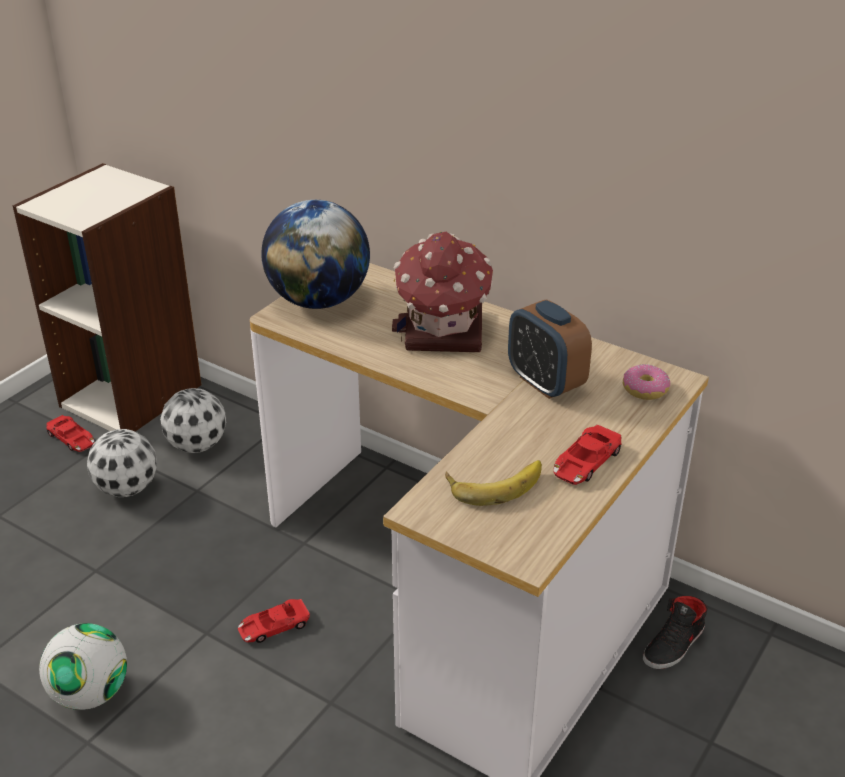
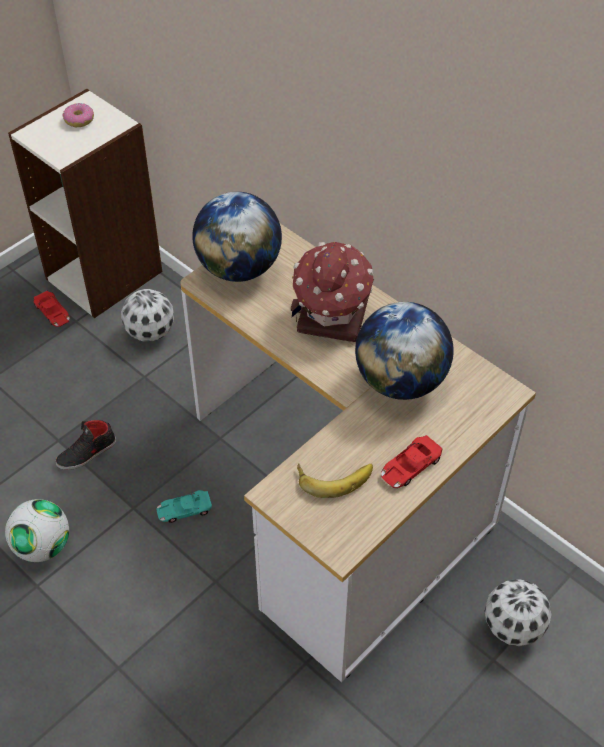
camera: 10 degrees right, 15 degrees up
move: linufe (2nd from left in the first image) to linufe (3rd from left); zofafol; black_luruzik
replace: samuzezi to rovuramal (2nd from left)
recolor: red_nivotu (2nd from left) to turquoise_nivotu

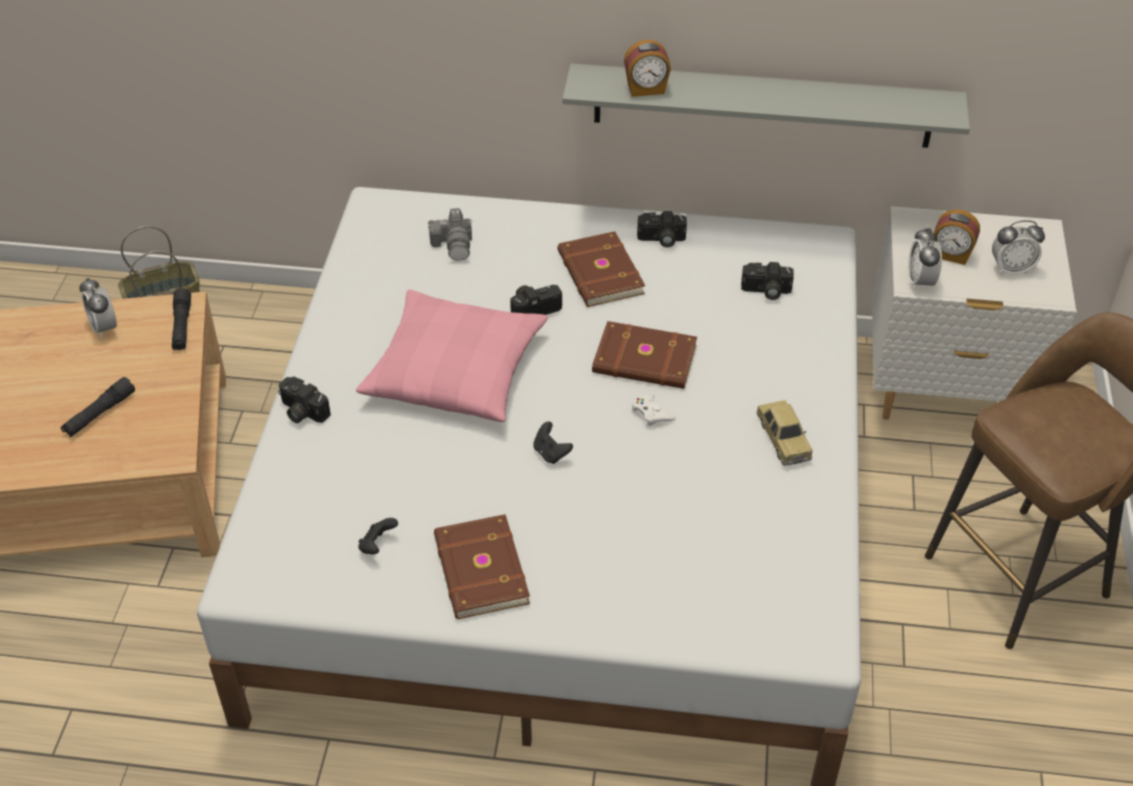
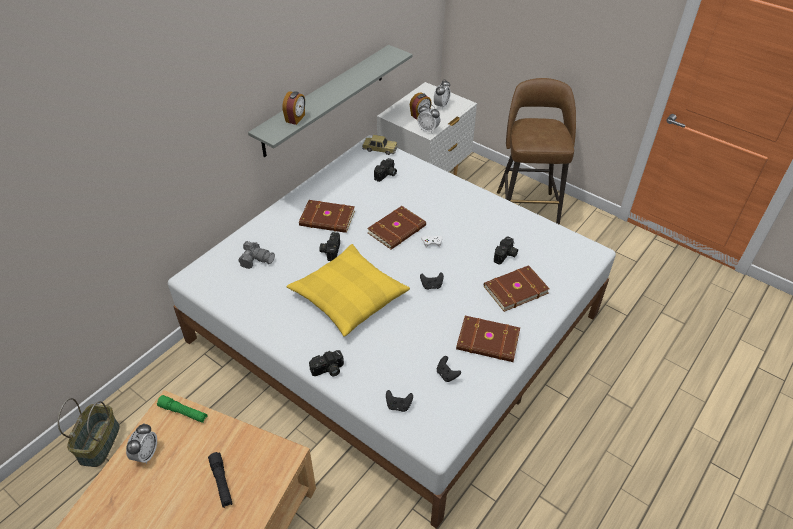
camera: 60 degrees left, 0 degrees up
insert: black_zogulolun (1st from left); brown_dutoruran (4th from left)
move: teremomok (4th from left in the first image) to teremomok (5th from left); nivotu
recolor: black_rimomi (2nd from left) to green_rimomi; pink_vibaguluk to yellow_vibaguluk
rotate: samuzezi (1st from left) 75 degrees counterclockwise

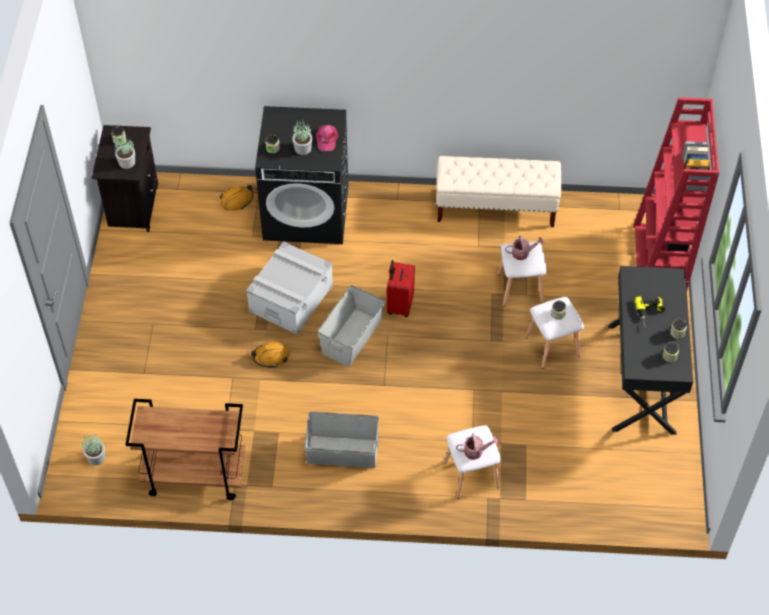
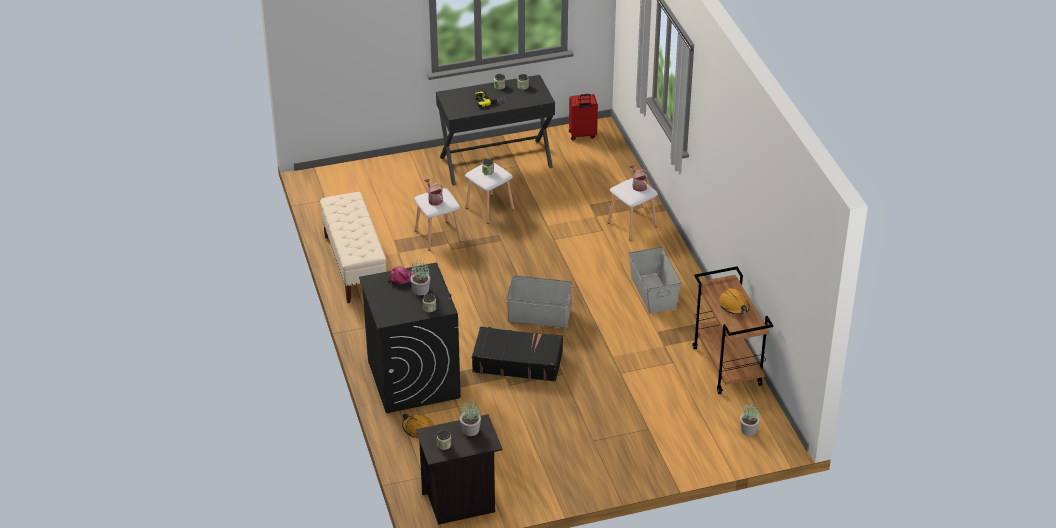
camera: 110 degrees left, 15 degrees down
delete: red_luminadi
move: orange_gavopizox (2nd from left); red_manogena
replace: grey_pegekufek (1st from left) to black_manogena

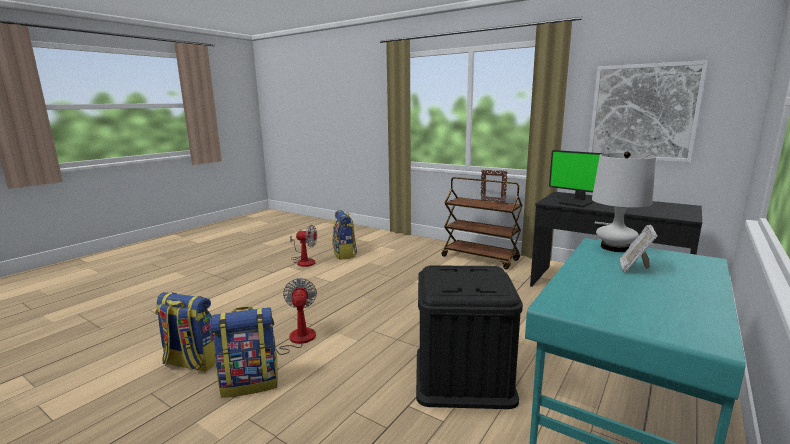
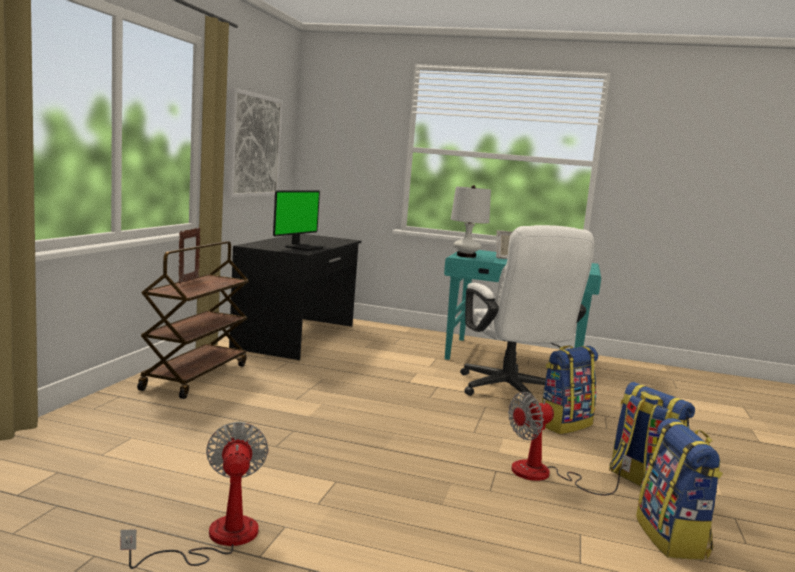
camera: 110 degrees left, 5 degrees down
move: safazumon (3rd from left in the first image) to safazumon (1st from left)
replace: black_pegekufek to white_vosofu

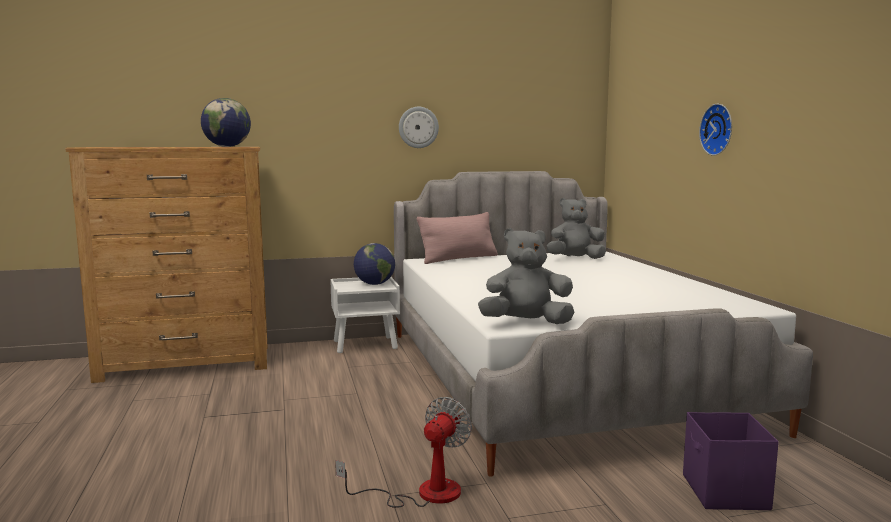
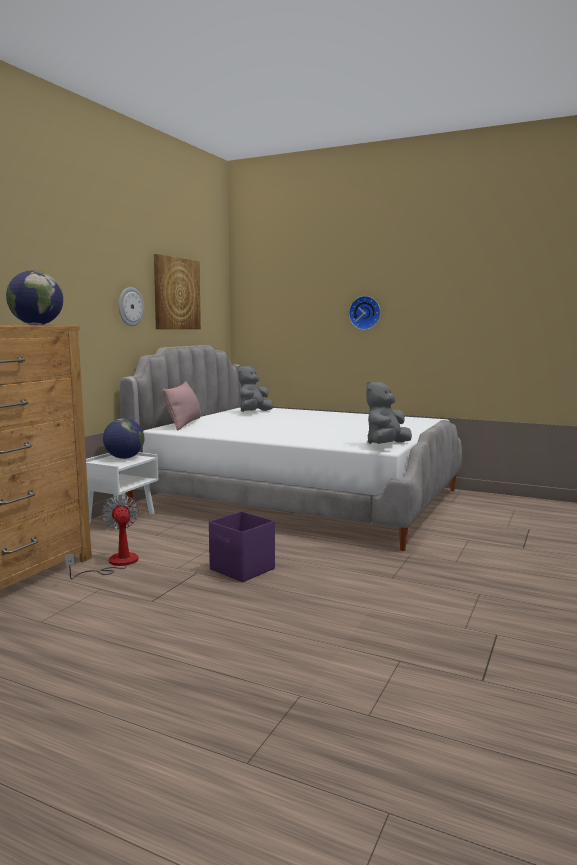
camera: 50 degrees left, 0 degrees up
insert: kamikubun
move: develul; purple_pegekufek

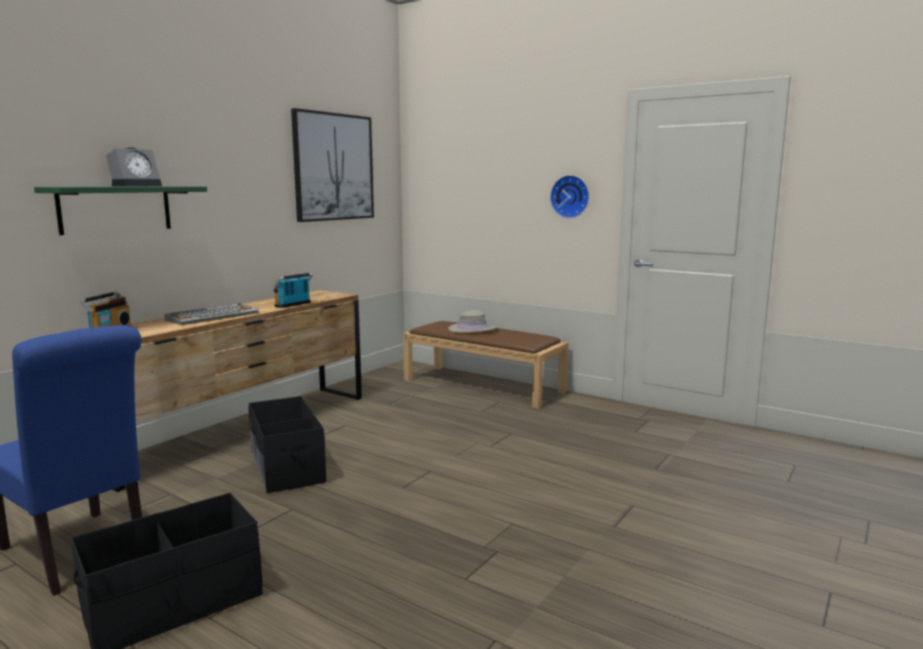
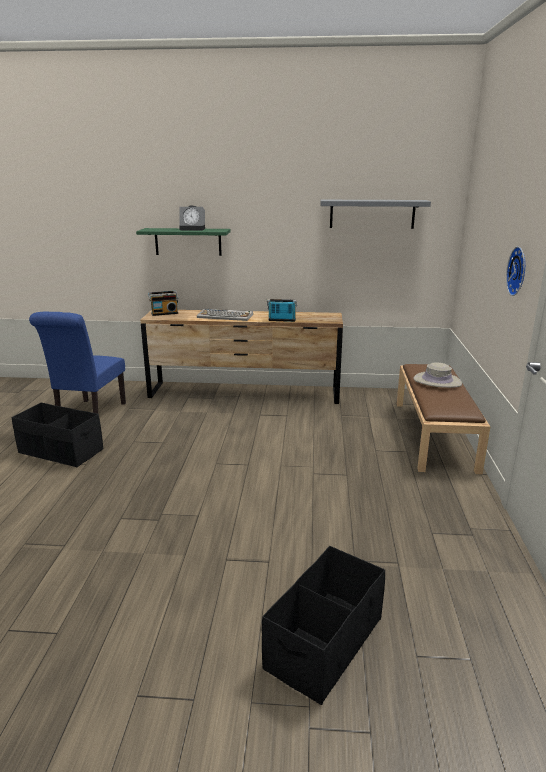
camera: 60 degrees right, 10 degrees up
move: black_pegekufek (2nd from left)
replace: kamikubun to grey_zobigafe

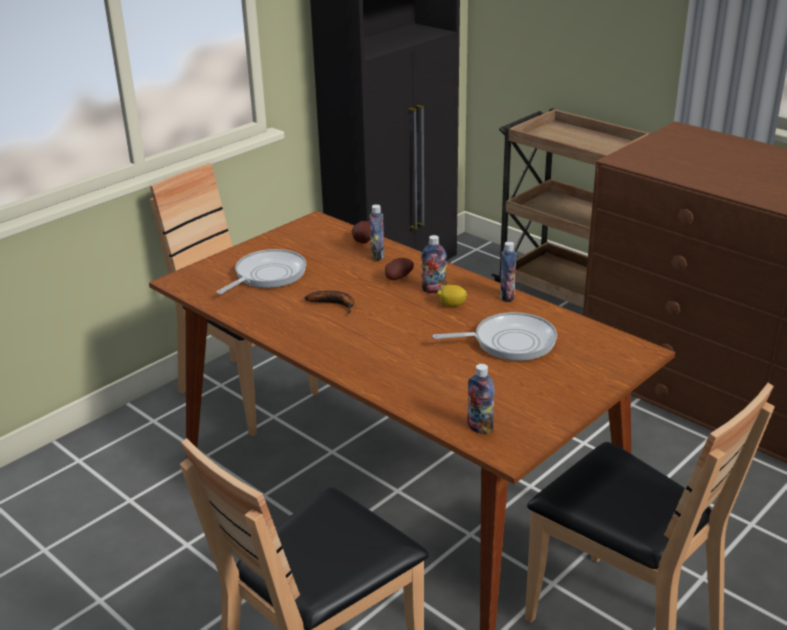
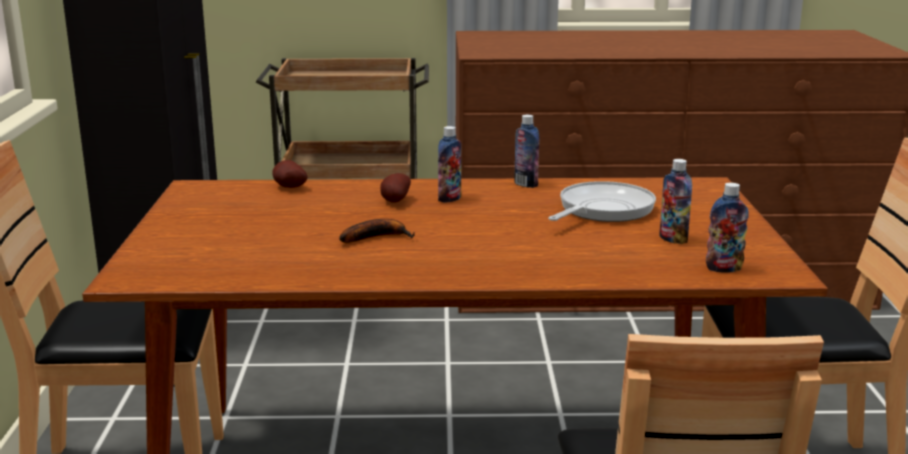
camera: 45 degrees left, 10 degrees down
delete: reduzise (1st from left); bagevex
move: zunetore (1st from left in the first image) to zunetore (3rd from left)

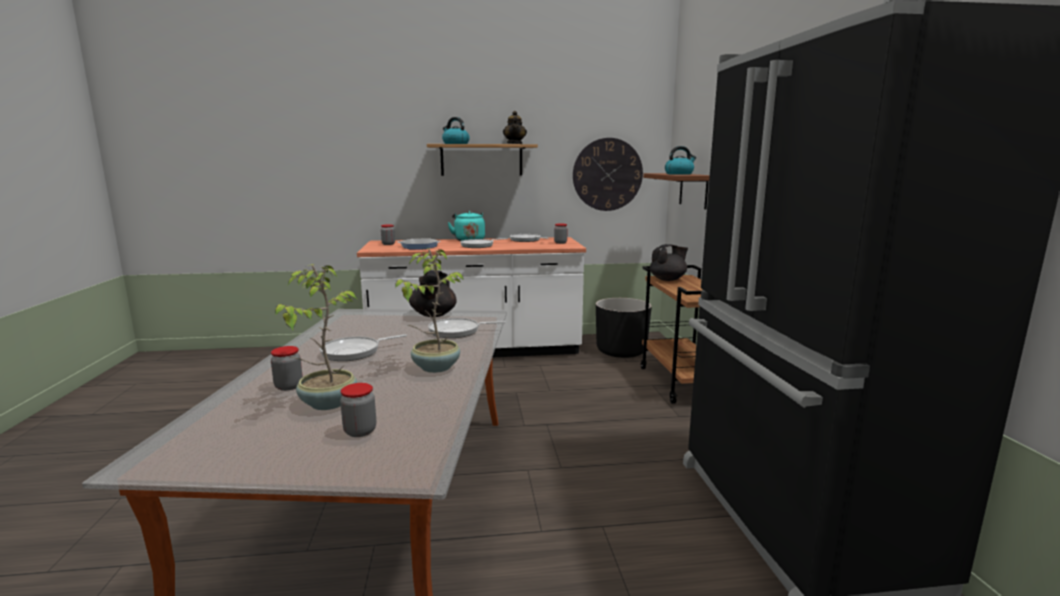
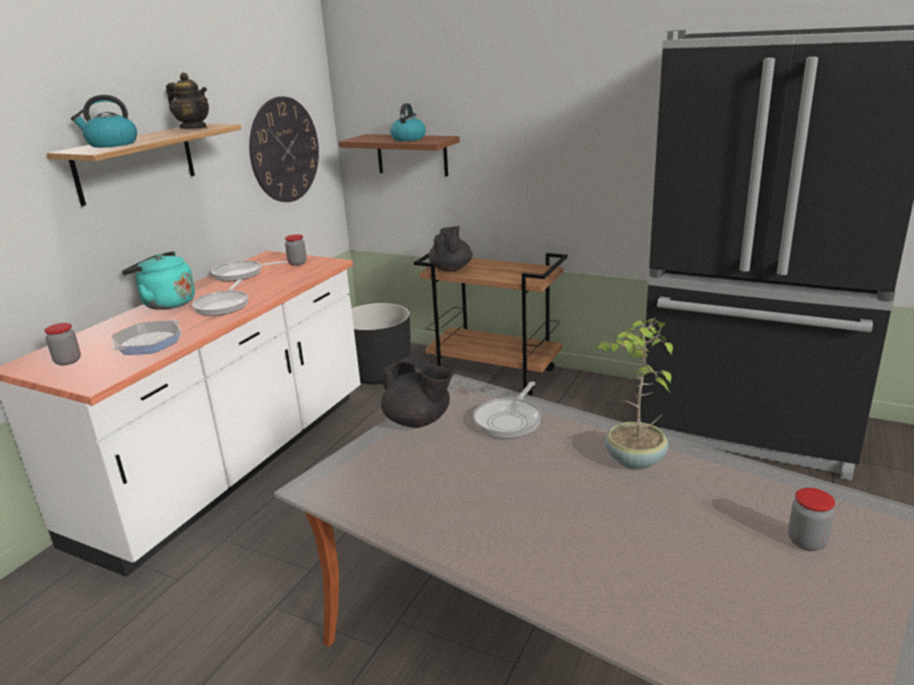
camera: 55 degrees left, 10 degrees up
delete: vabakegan (1st from left); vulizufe (1st from left); reduzise (1st from left)

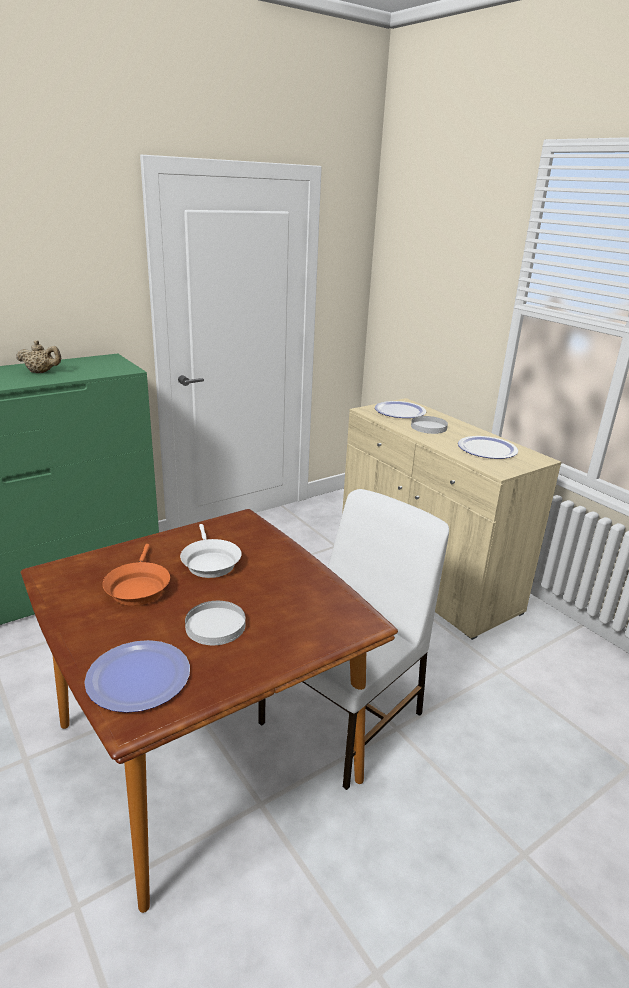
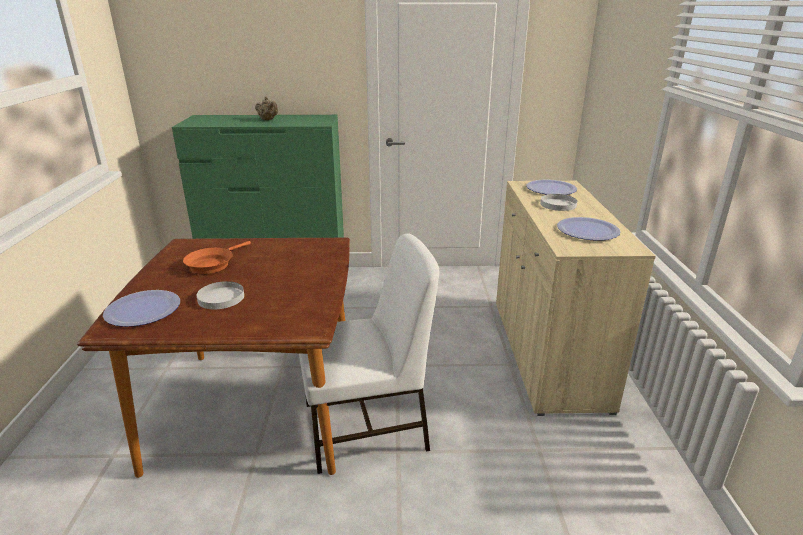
camera: 35 degrees right, 0 degrees up
delete: white_reduzise

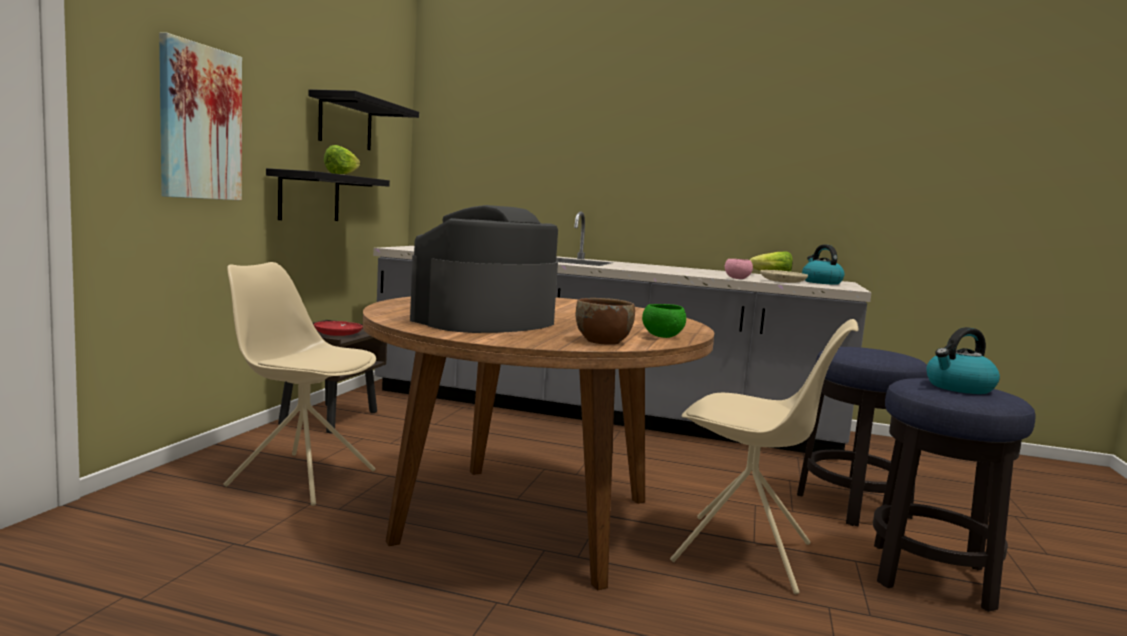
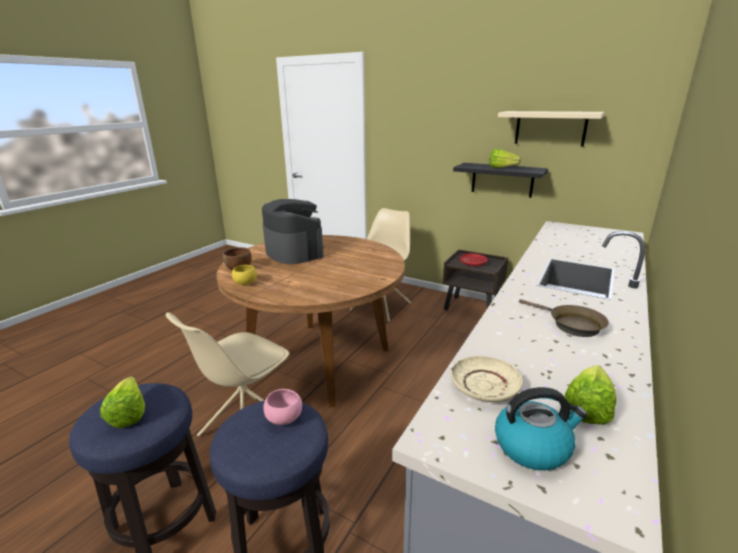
camera: 105 degrees right, 15 degrees up
delete: kamikubun
insert: brown_reduzise
move: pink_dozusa
replace: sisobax (2nd from left) to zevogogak (1st from left)
recolor: black_zobigafe (2nd from left) to beige_zobigafe; green_dozusa to yellow_dozusa

